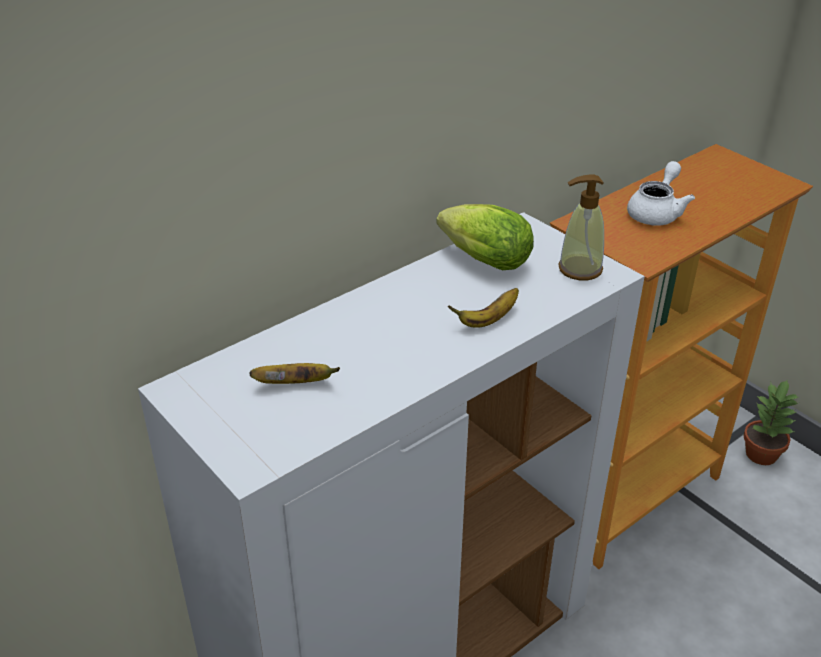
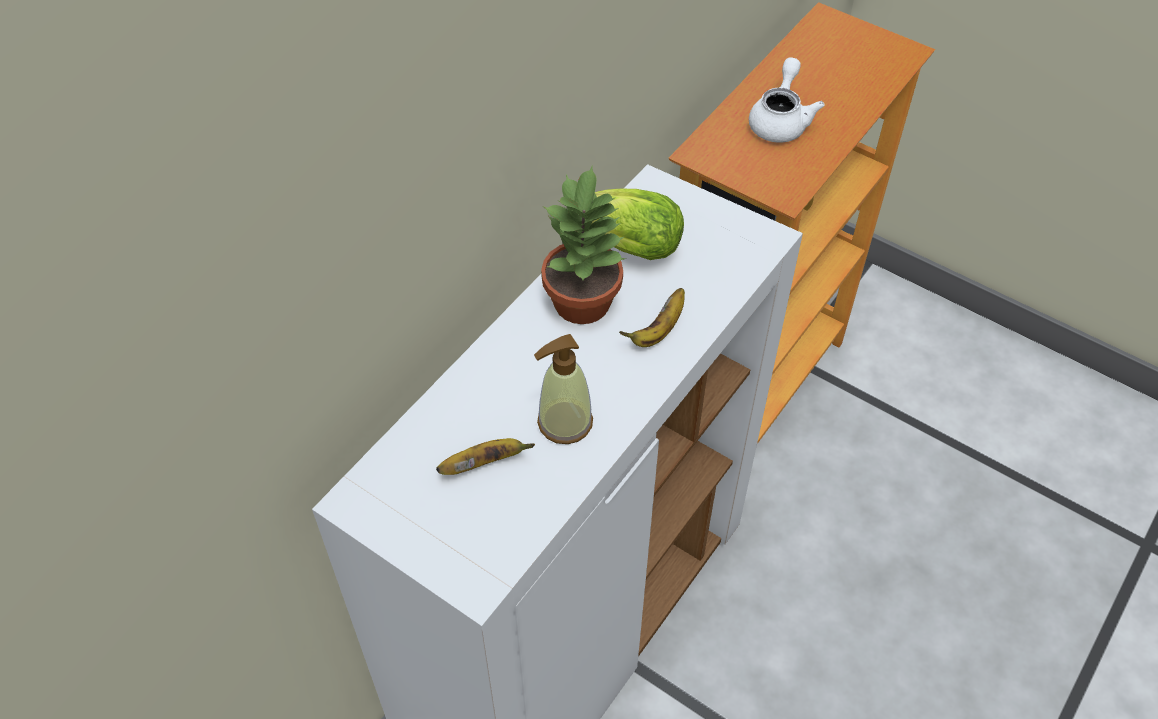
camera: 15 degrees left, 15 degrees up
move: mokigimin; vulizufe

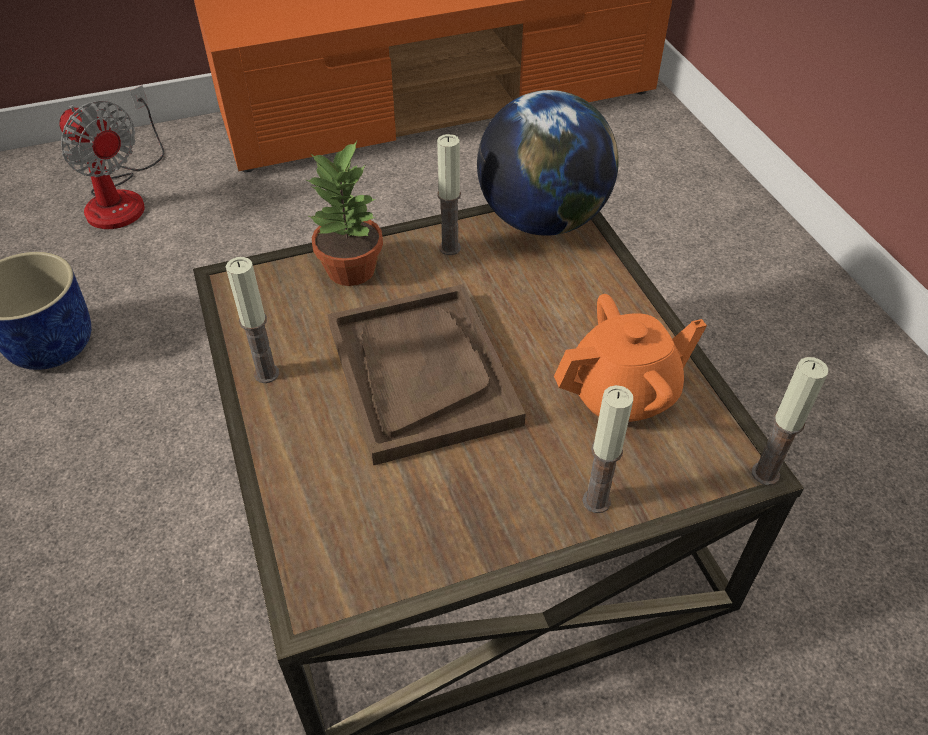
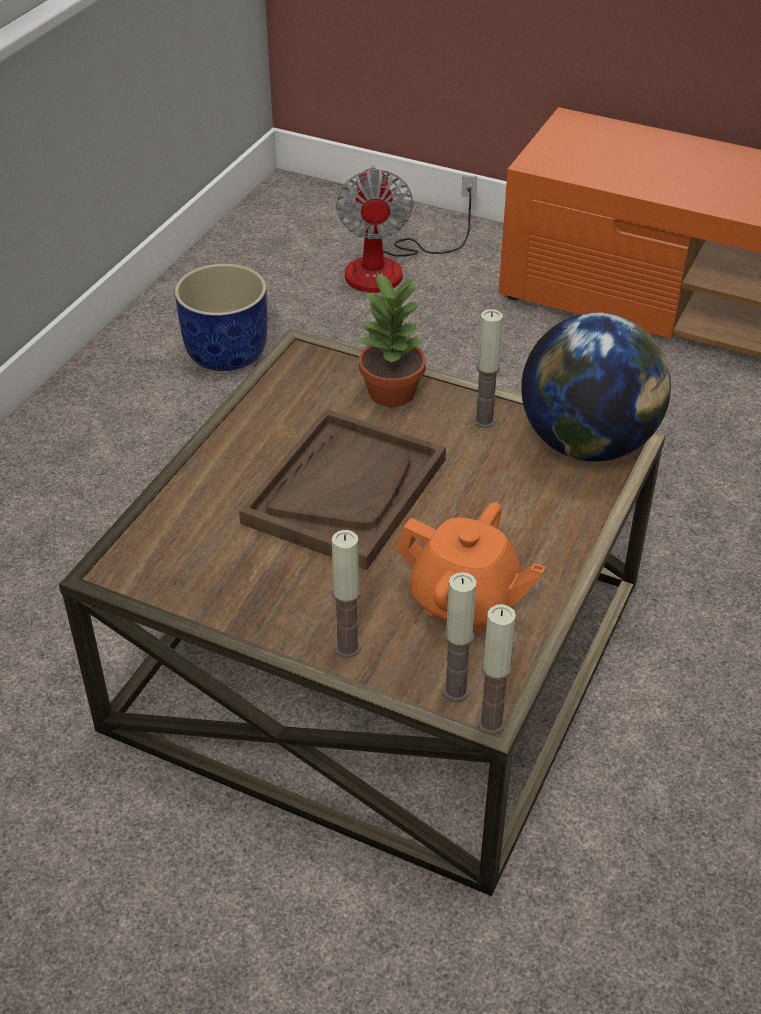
camera: 45 degrees right, 5 degrees down
move: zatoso (1st from left in the first image) to zatoso (2nd from left)

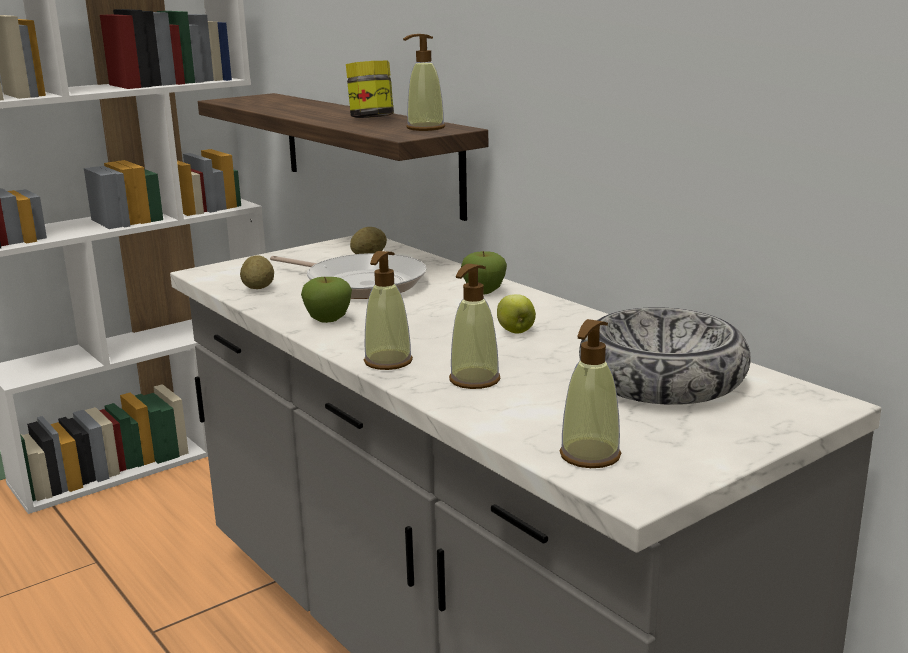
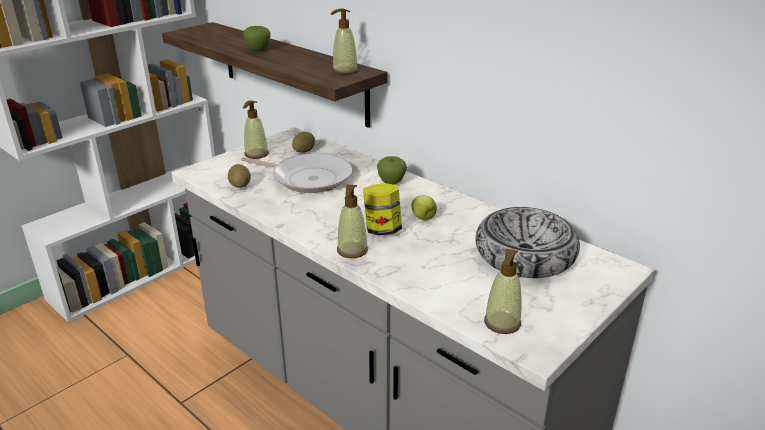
camera: 10 degrees left, 10 degrees up
move: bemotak (1st from left); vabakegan; mokigimin (3rd from left in the first image) to mokigimin (1st from left)

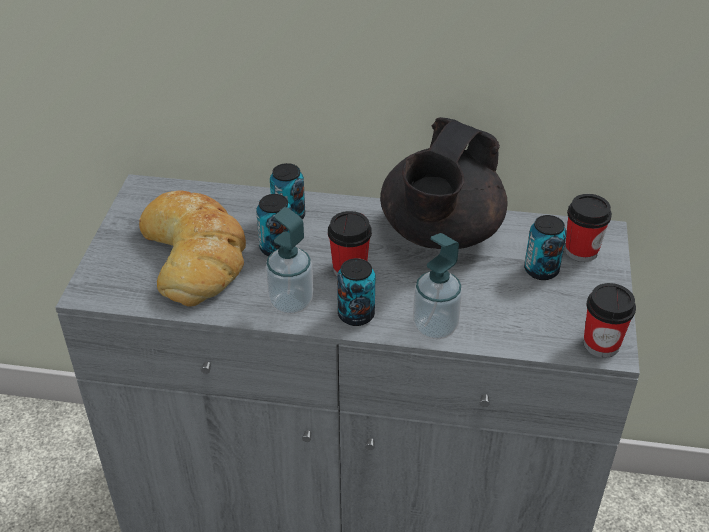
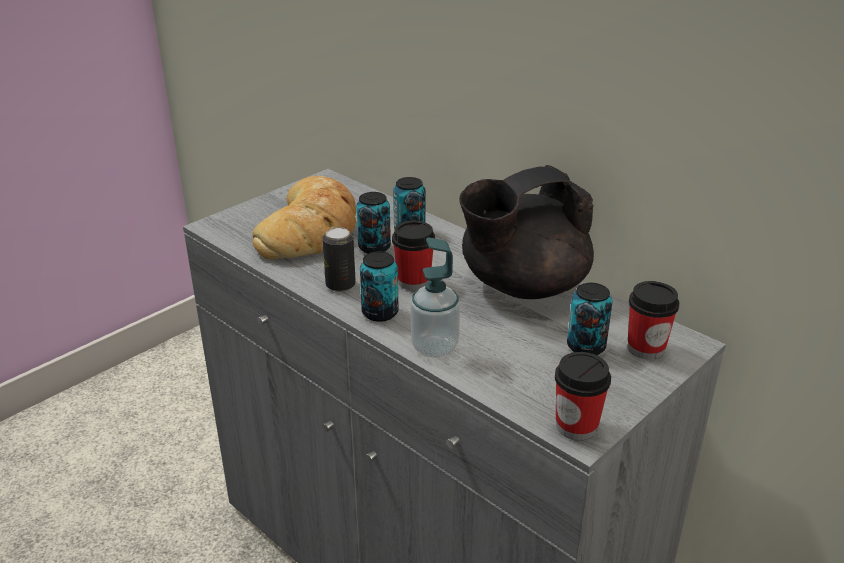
camera: 35 degrees right, 10 degrees down
replace: mokigimin (1st from left) to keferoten (1st from left)

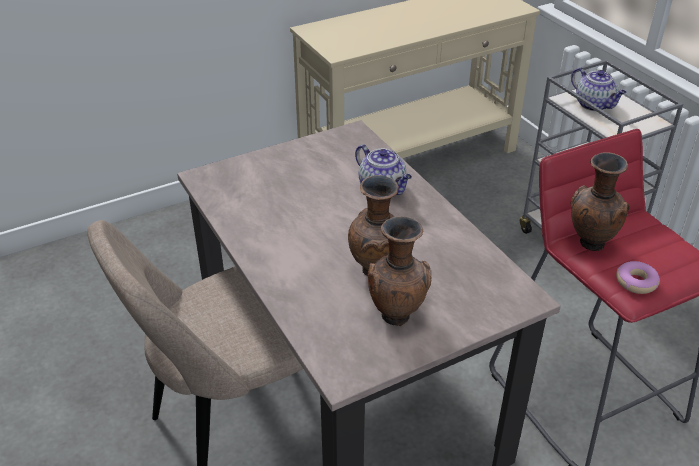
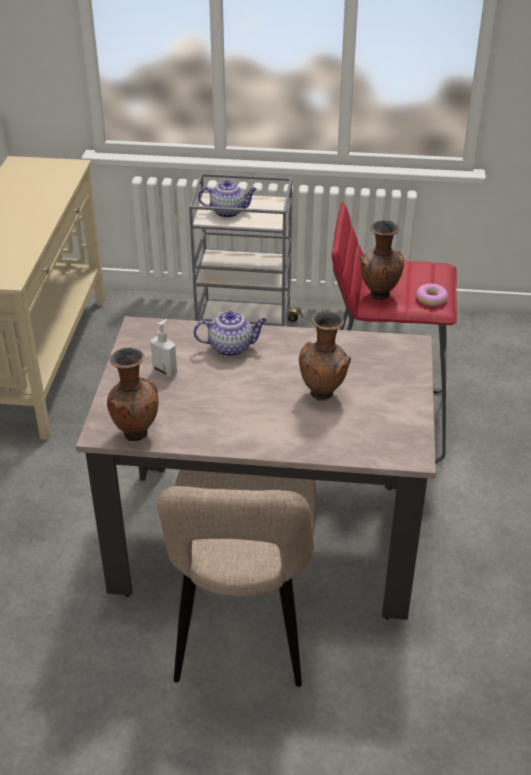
camera: 55 degrees left, 0 degrees up
insert: mokigimin
move: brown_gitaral (2nd from left in the first image) to brown_gitaral (1st from left)

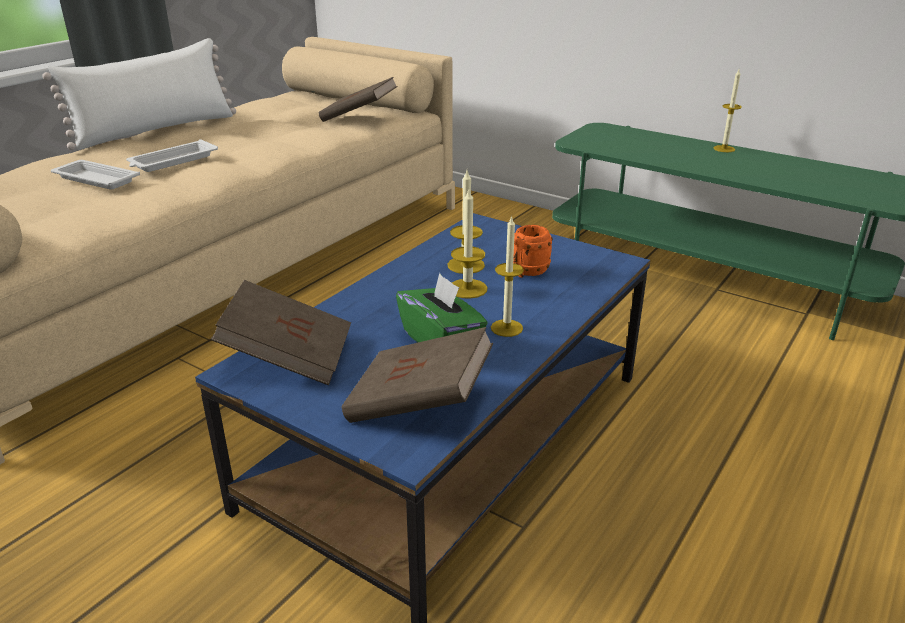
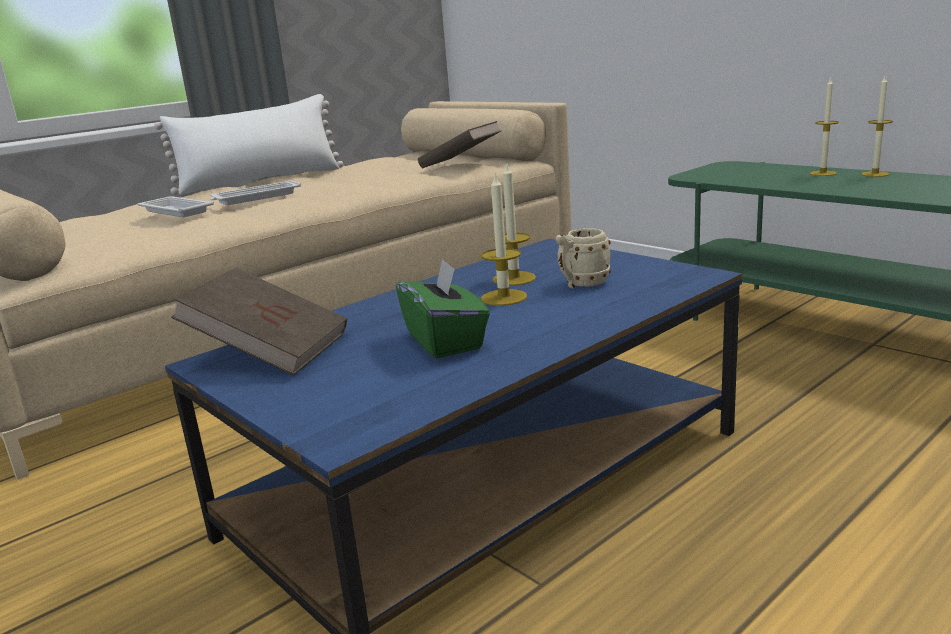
camera: 15 degrees right, 10 degrees down
delete: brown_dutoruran (3rd from left)
move: zatoso (3rd from left)
recolor: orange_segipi to beige_segipi

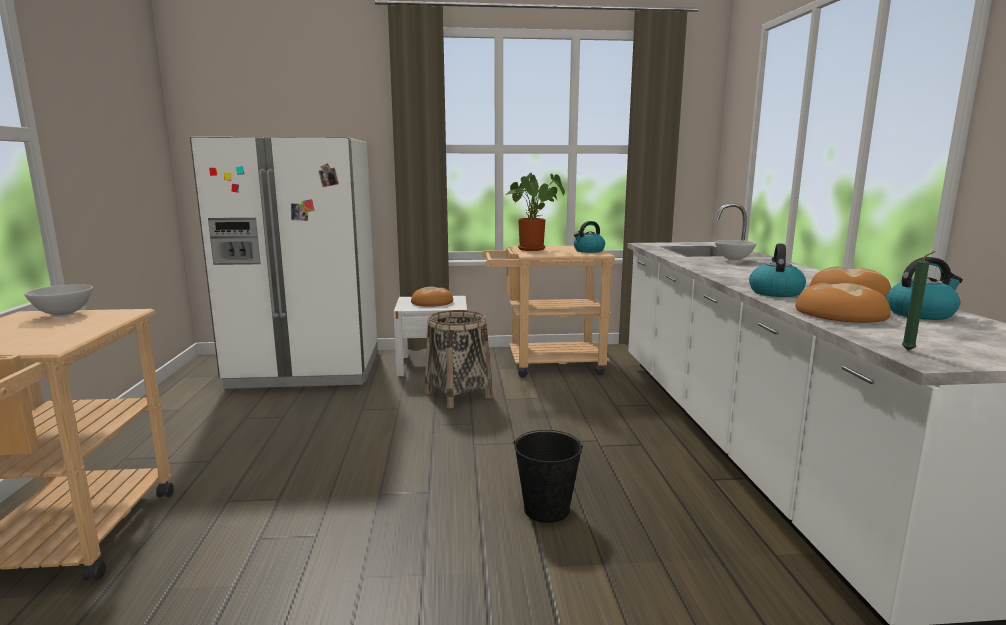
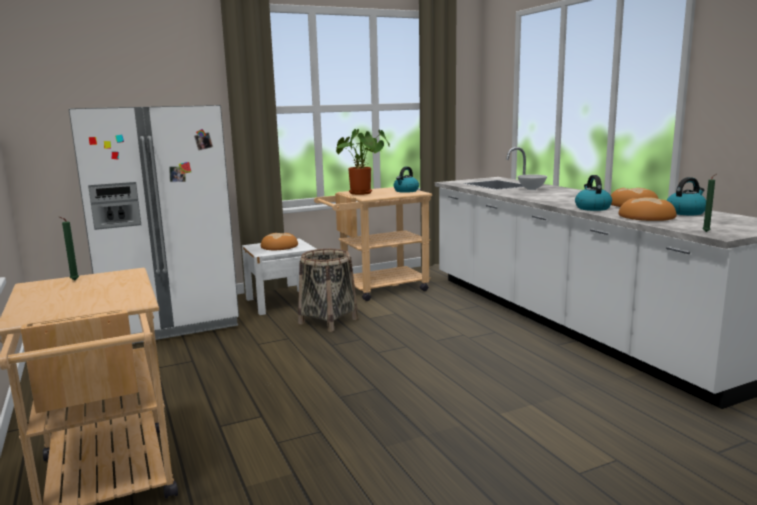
camera: 20 degrees left, 0 degrees up
delete: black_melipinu
replace: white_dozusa (1st from left) to green_zatoso (1st from left)

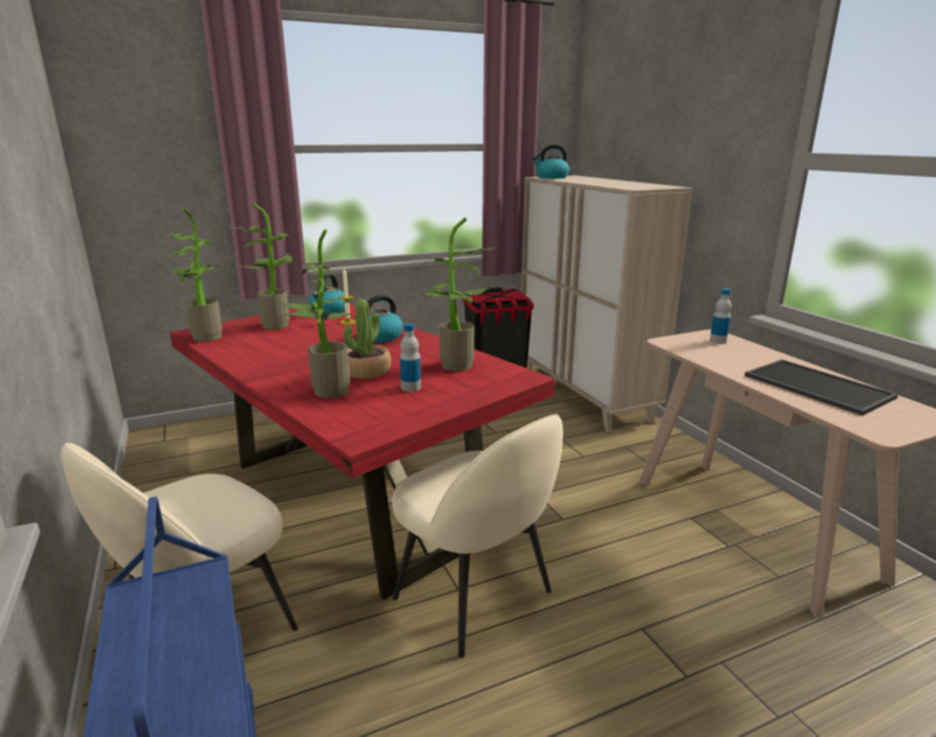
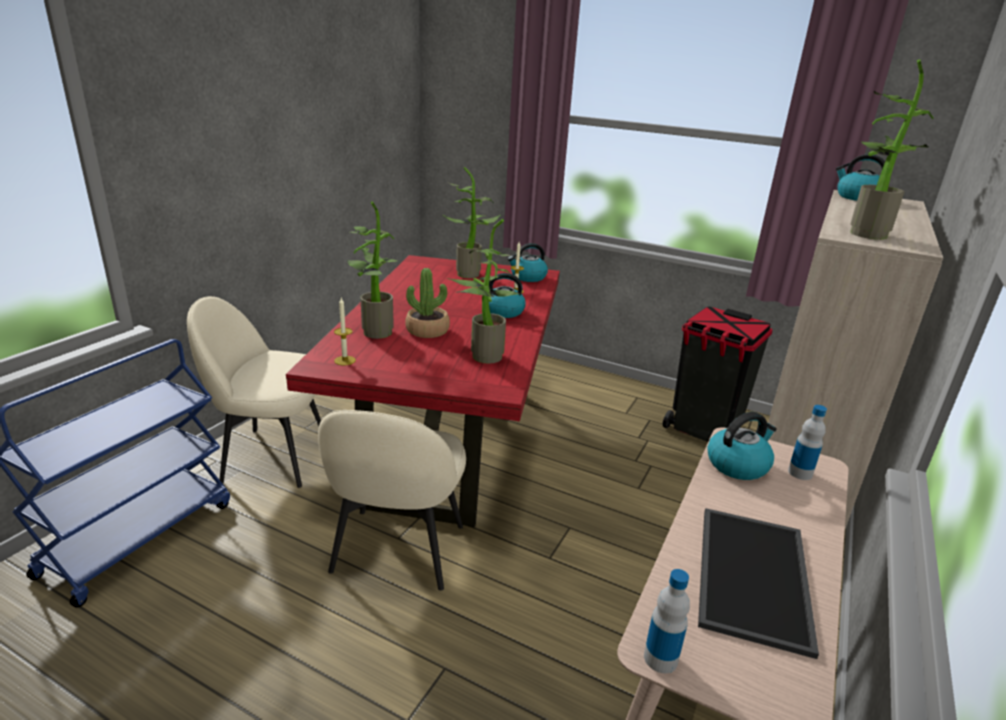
camera: 50 degrees right, 5 degrees up
insert: zatoso (1st from left); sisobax (3rd from left)
move: vulizufe (1st from left in the first image) to vulizufe (5th from left); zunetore (1st from left)

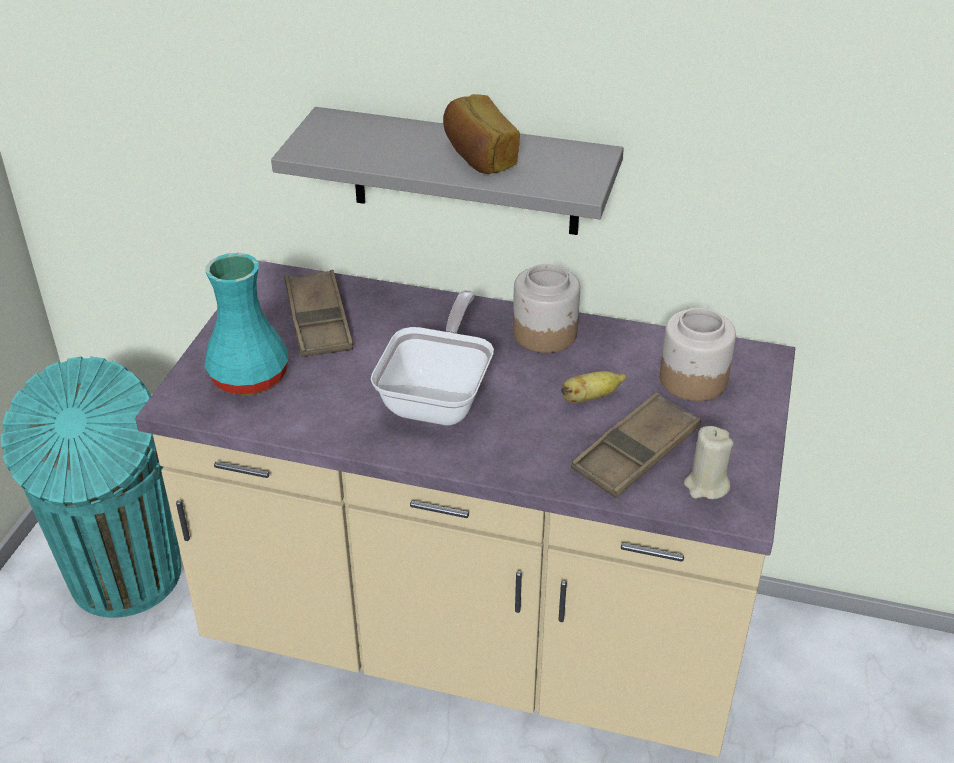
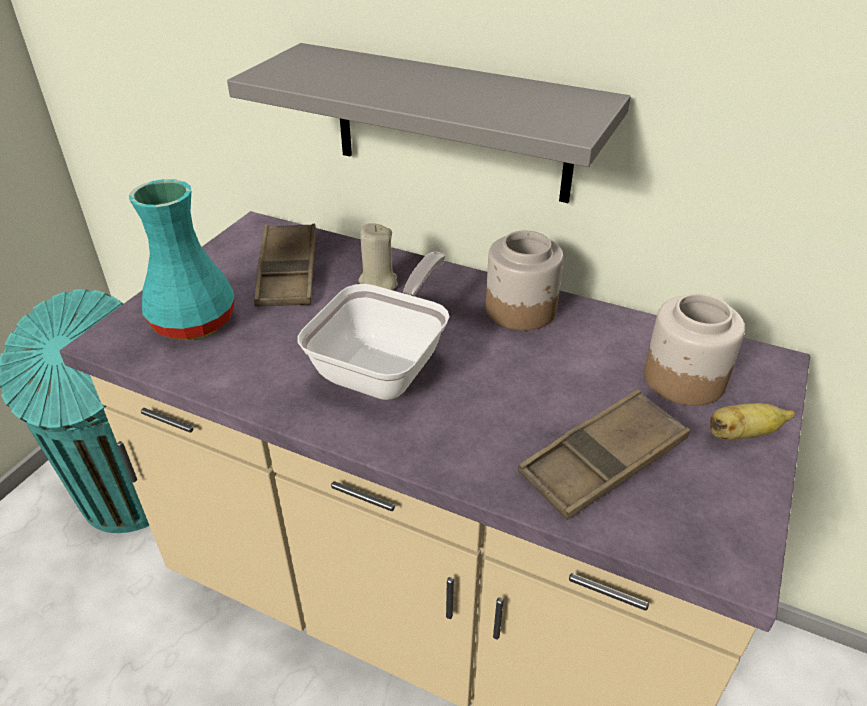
camera: 10 degrees right, 0 degrees up
delete: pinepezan
move: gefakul; beige_zatoso

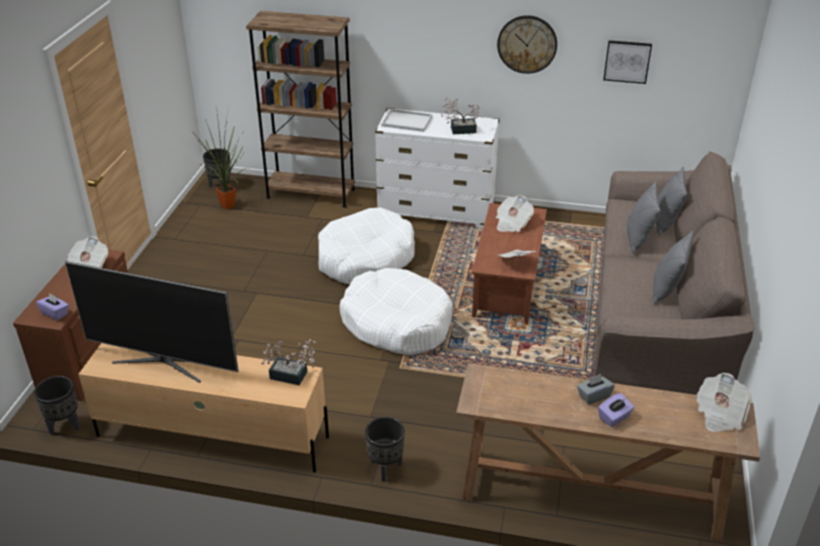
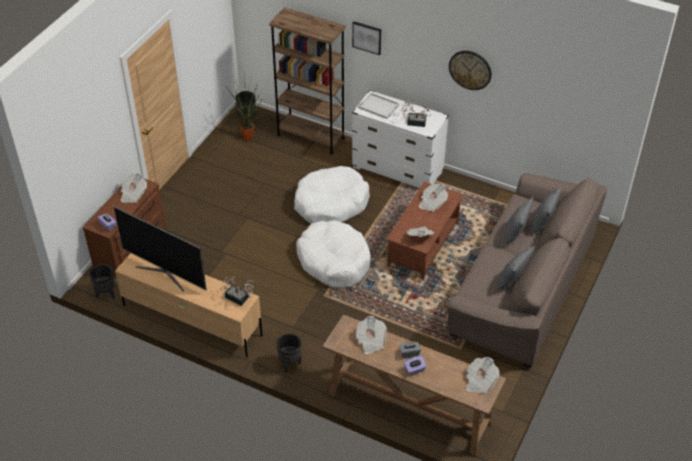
camera: 15 degrees right, 10 degrees up
insert: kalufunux (2nd from left)
move: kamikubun

